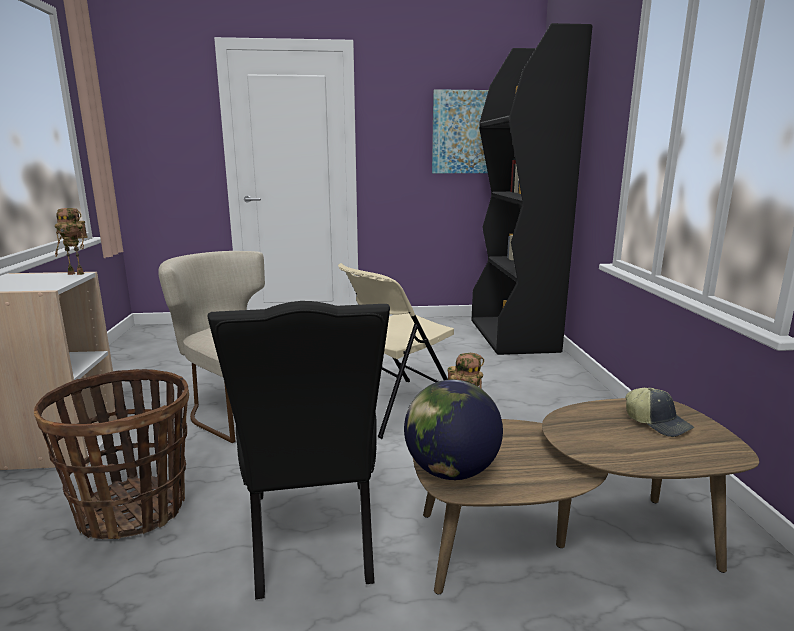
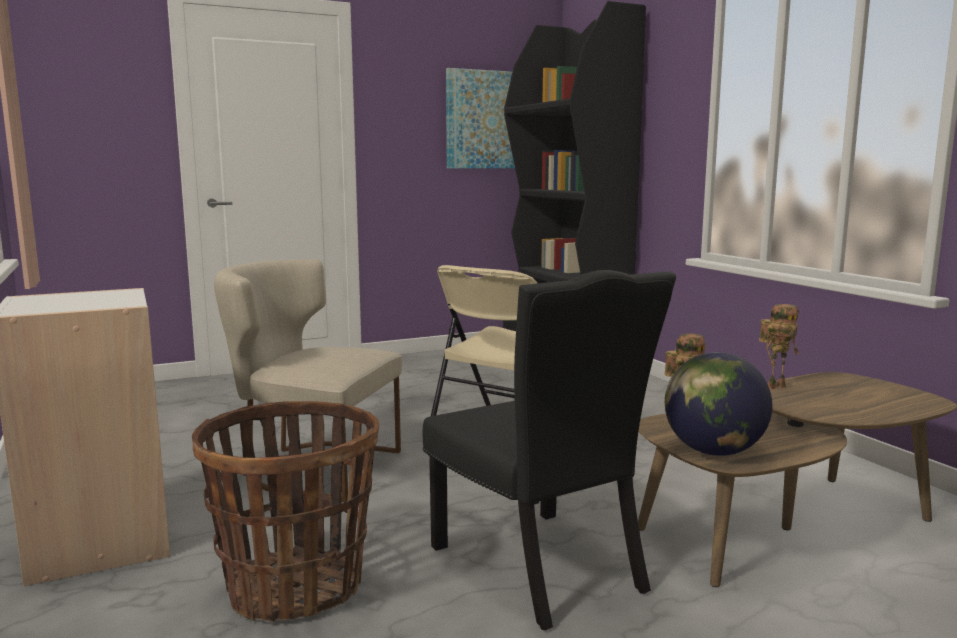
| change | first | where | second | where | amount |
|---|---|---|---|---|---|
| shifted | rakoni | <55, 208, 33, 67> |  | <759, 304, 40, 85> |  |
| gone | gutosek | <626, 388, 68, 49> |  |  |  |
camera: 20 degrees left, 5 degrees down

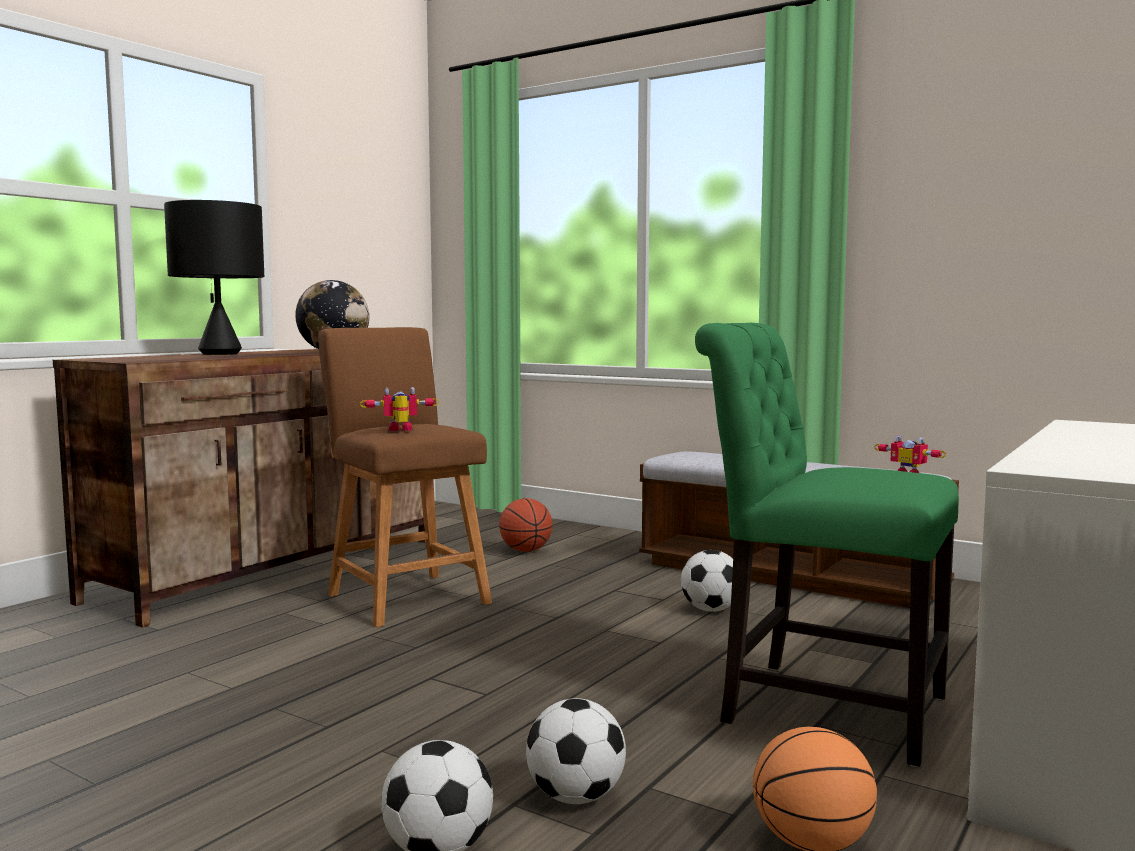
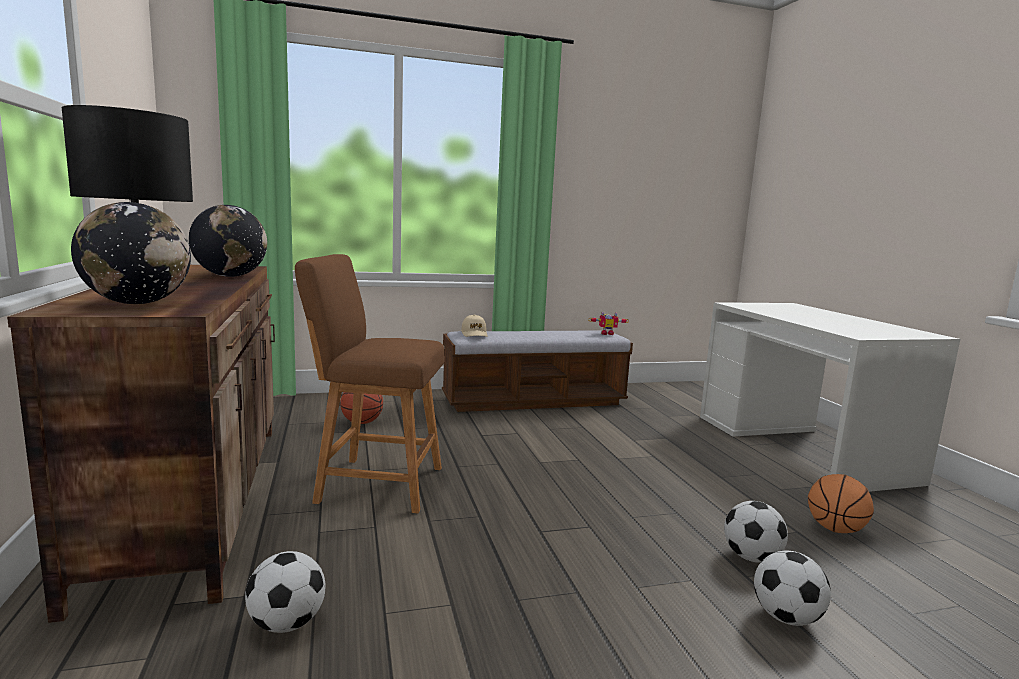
| change | first | where | second | where | amount |
|---|---|---|---|---|---|
| gone | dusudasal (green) | <695, 323, 264, 444> |  |  |  |
| gone | rakoni | <360, 387, 79, 44> |  |  |  |
| shifted | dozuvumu | <681, 550, 52, 62> |  | <245, 551, 81, 82> |  |
| new |  |  | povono | <71, 202, 120, 102> |  |
| new |  |  | gutosek (beige) | <461, 314, 27, 23> |  |
camera: 50 degrees left, 5 degrees up

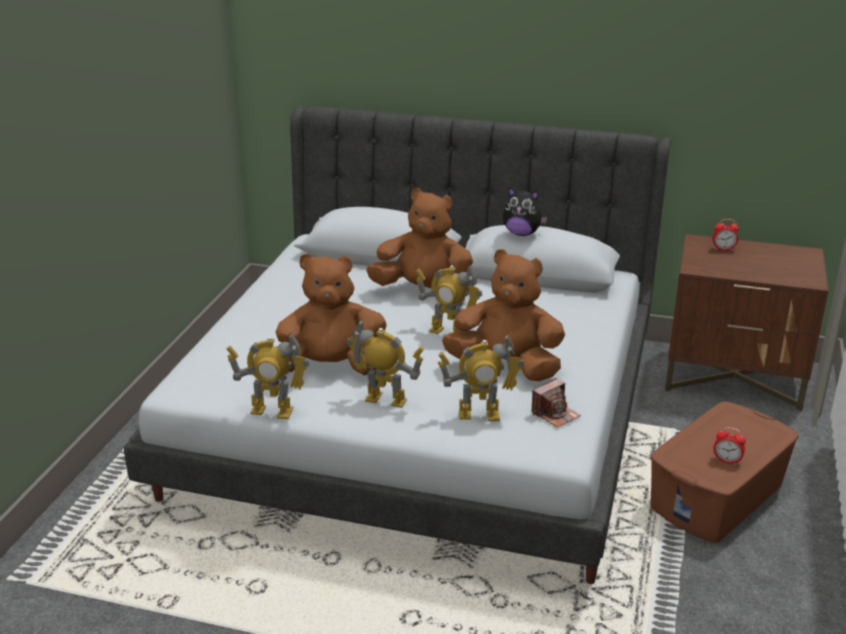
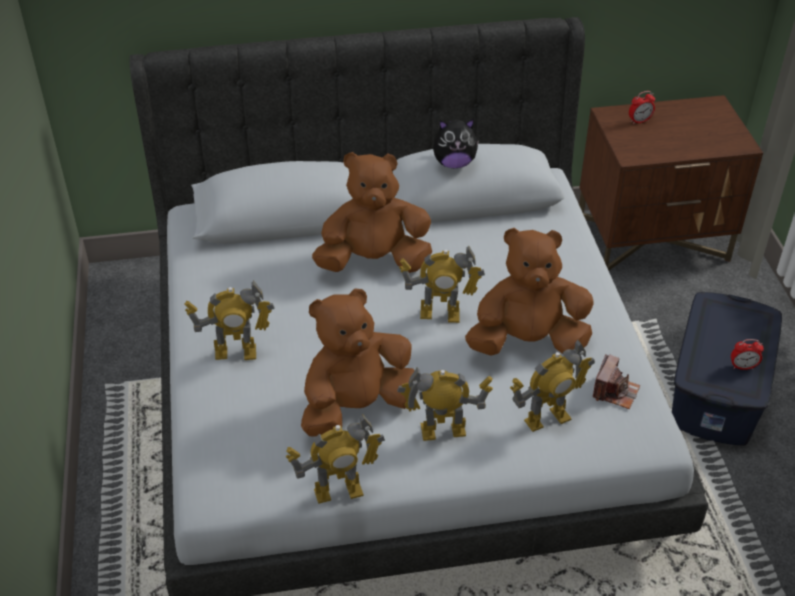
| change | first | where | second | where | amount |
|---|---|---|---|---|---|
| repainted | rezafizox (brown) | <650, 401, 149, 142> | rezafizox (blue) | <672, 292, 110, 153> |  |
| new |  |  | rakoni | <185, 280, 89, 80> |  |
camera: 25 degrees left, 15 degrees up

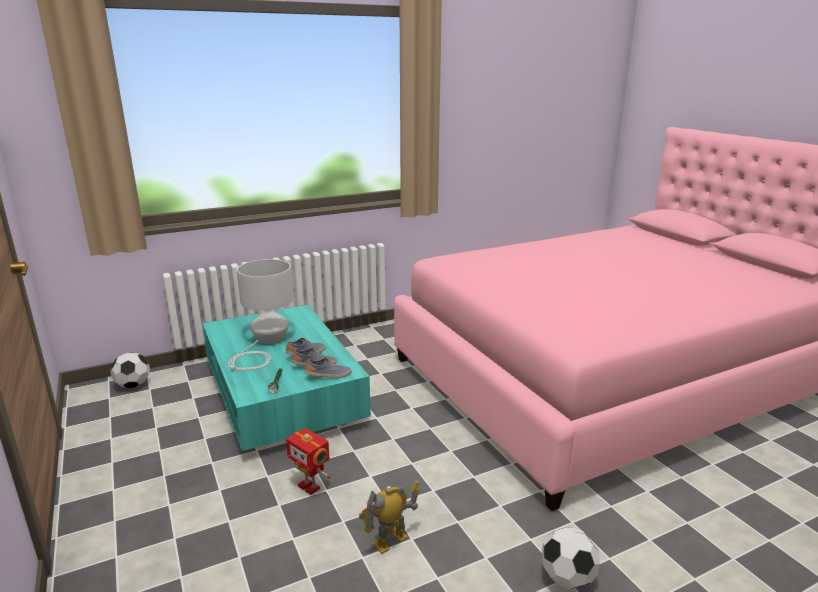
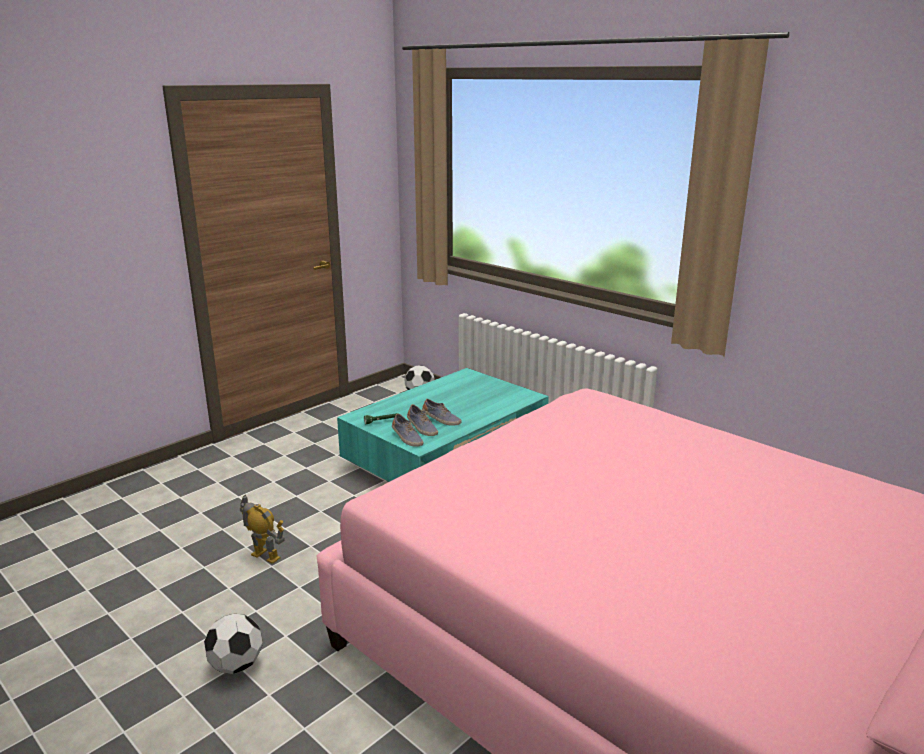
| change | first | where | second | where | amount |
|---|---|---|---|---|---|
| gone | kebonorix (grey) | <228, 259, 65, 111> |  |  |  |
| gone | rakoni | <286, 428, 45, 67> |  |  |  |
camera: 70 degrees right, 0 degrees up

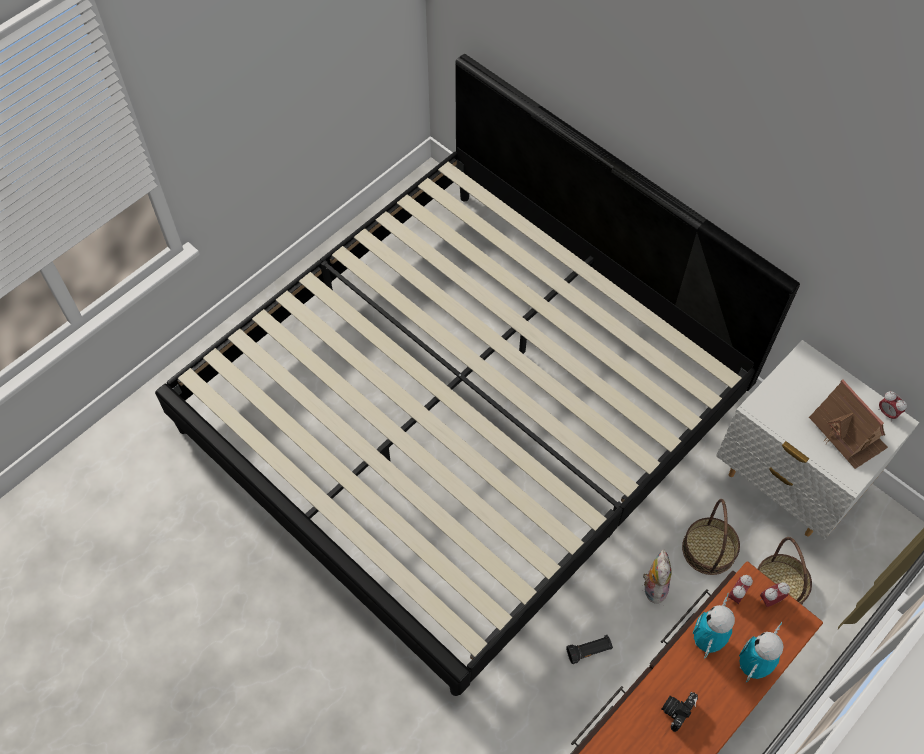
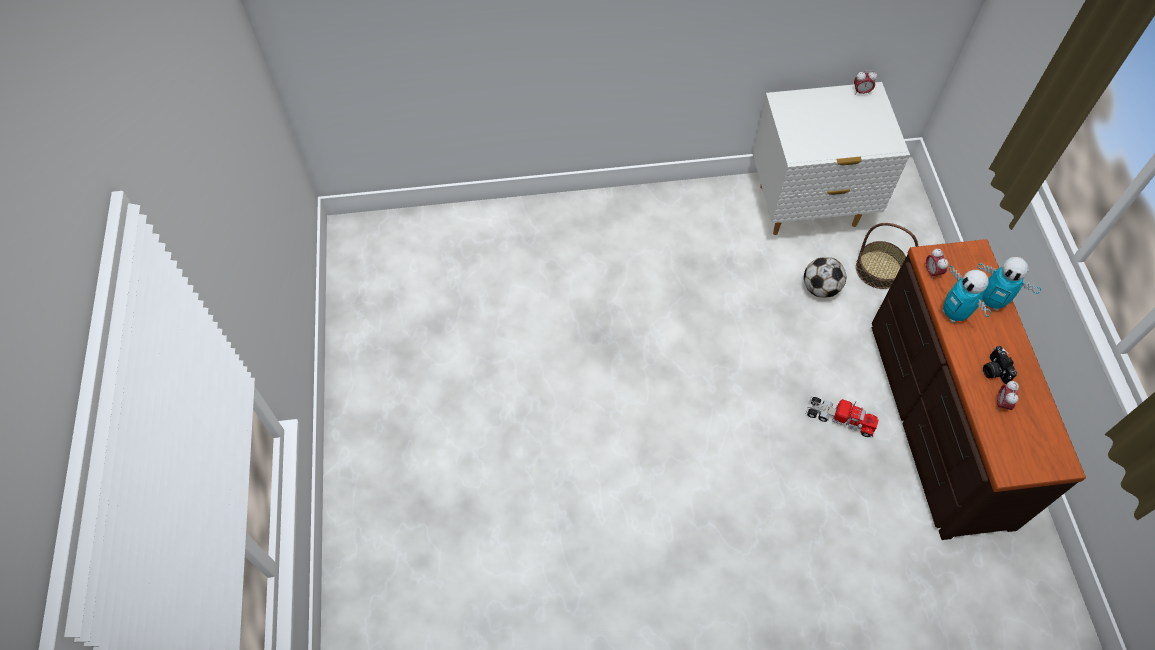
| change | first | where | second | where | amount |
|---|---|---|---|---|---|
| gone | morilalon | <155, 54, 645, 642> |  |  |  |
| gone | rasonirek | <809, 379, 79, 90> |  |  |  |
| swapped | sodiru | <682, 499, 58, 76> | dozuvumu | <804, 257, 42, 41> |  |
| gone | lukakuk | <643, 549, 29, 55> |  |  |  |
| shifted | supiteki | <760, 582, 30, 25> |  | <997, 381, 22, 30> |  |
| rotated | rakoni | <739, 622, 45, 60> |  | <977, 257, 64, 54> | 45 degrees counterclockwise |
| swapped | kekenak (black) | <566, 635, 47, 29> | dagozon | <806, 396, 73, 41> |  |
camera: 50 degrees left, 0 degrees up

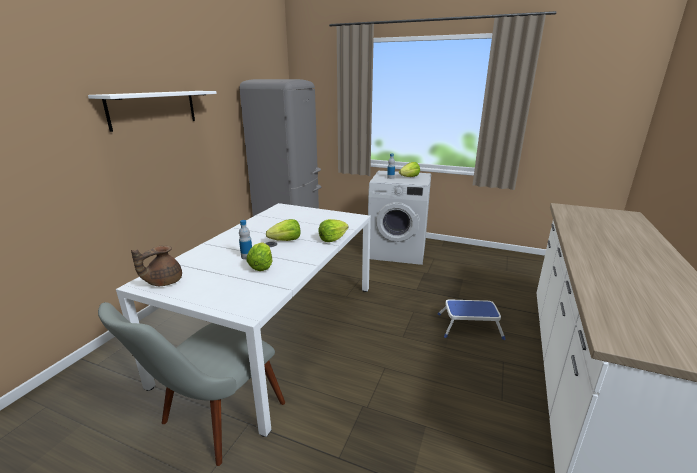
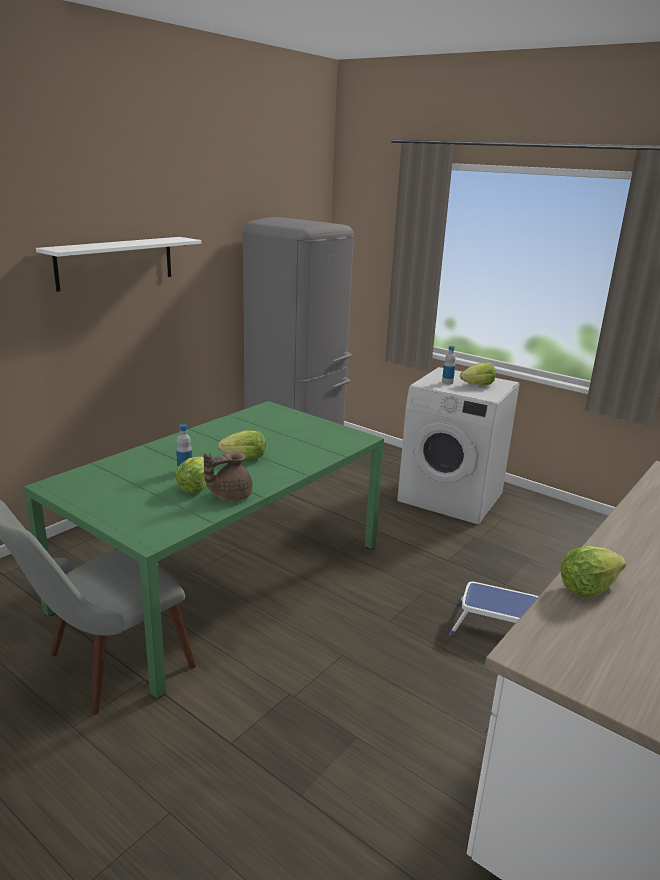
| change | first | where | second | where | amount |
|---|---|---|---|---|---|
| repainted | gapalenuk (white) | <116, 203, 255, 234> | gapalenuk (green) | <24, 401, 360, 298> |  |
| shifted | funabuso | <318, 219, 31, 23> |  | <560, 546, 66, 51> |  |
| shifted | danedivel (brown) | <131, 246, 51, 40> |  | <204, 452, 49, 49> |  |
camera: 15 degrees right, 0 degrees up

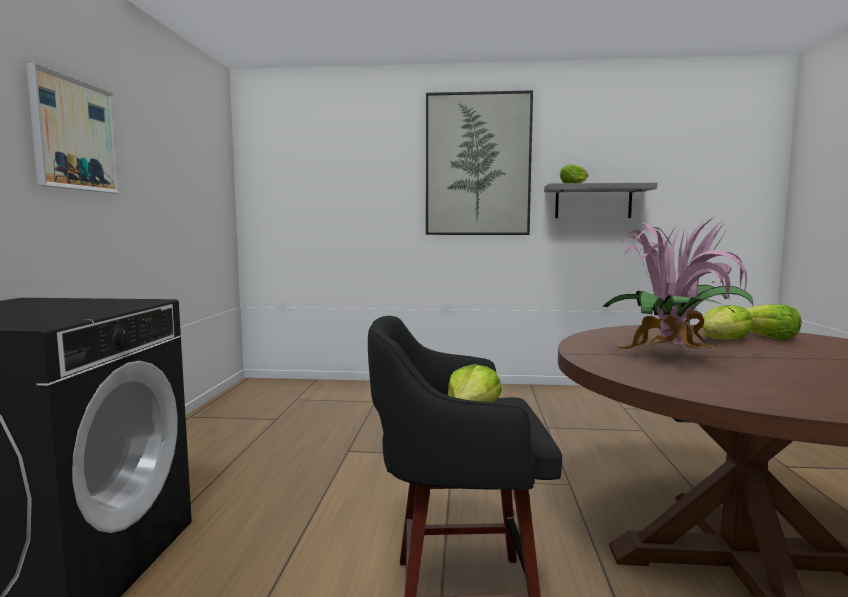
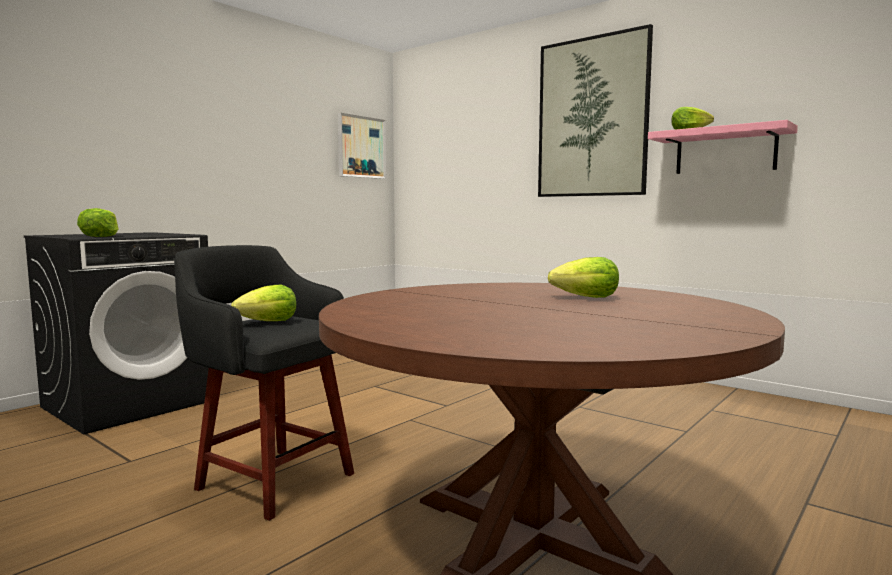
| change | first | where | second | where | amount |
|---|---|---|---|---|---|
| shifted | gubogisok | <26, 63, 95, 130> |  | <338, 113, 48, 66> |  |
| repainted | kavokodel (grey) | <544, 183, 113, 35> | kavokodel (pink) | <648, 120, 150, 54> |  |
| gone | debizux | <603, 217, 150, 136> |  |  |  |
| shifted | funabuso | <746, 304, 56, 36> |  | <77, 208, 41, 29> |  |
camera: 35 degrees right, 0 degrees up

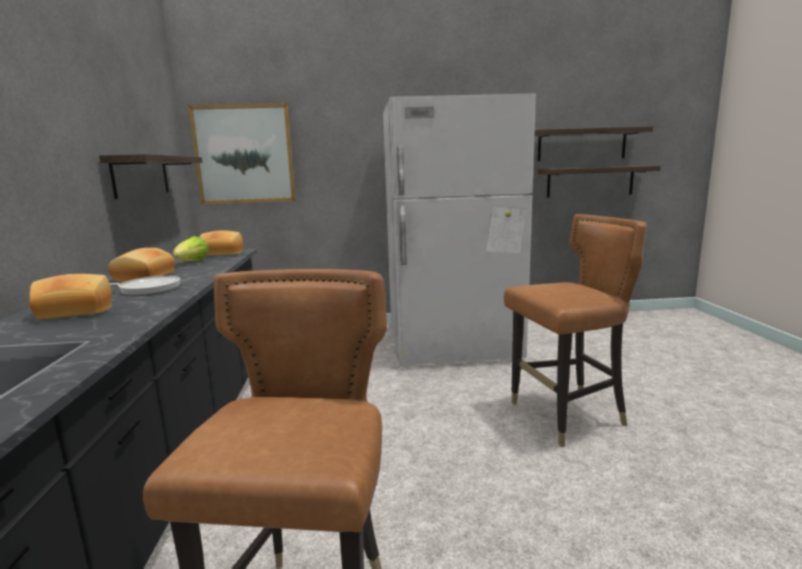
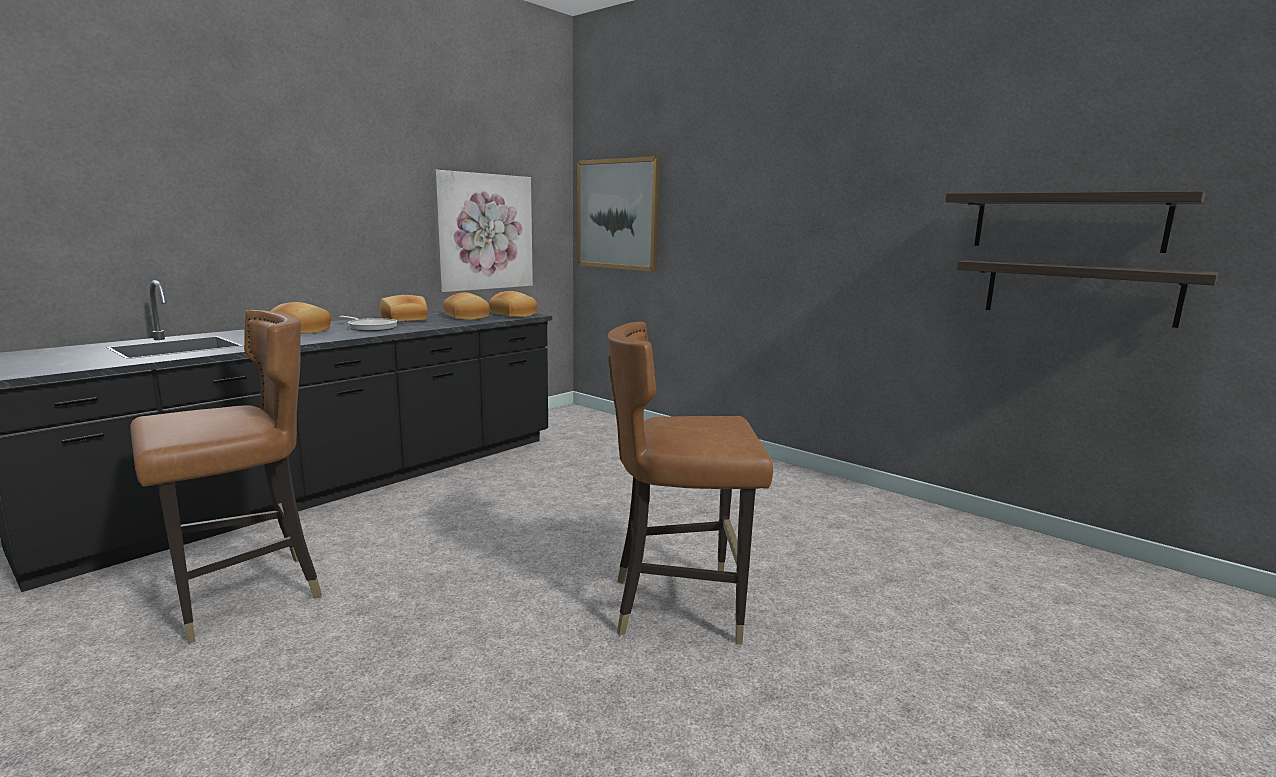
| change | first | where | second | where | amount |
|---|---|---|---|---|---|
| gone | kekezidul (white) | <383, 93, 153, 272> |  |  |  |
| swapped | kavokodel | <99, 154, 104, 45> | gubogisok | <433, 170, 100, 122> |  |
| rotated | dusudasal (brown) | <504, 214, 143, 233> |  | <608, 322, 165, 322> | 150 degrees clockwise |
| swapped | funabuso | <173, 236, 36, 25> | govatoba | <443, 292, 47, 28> |  |
camera: 45 degrees right, 0 degrees up

